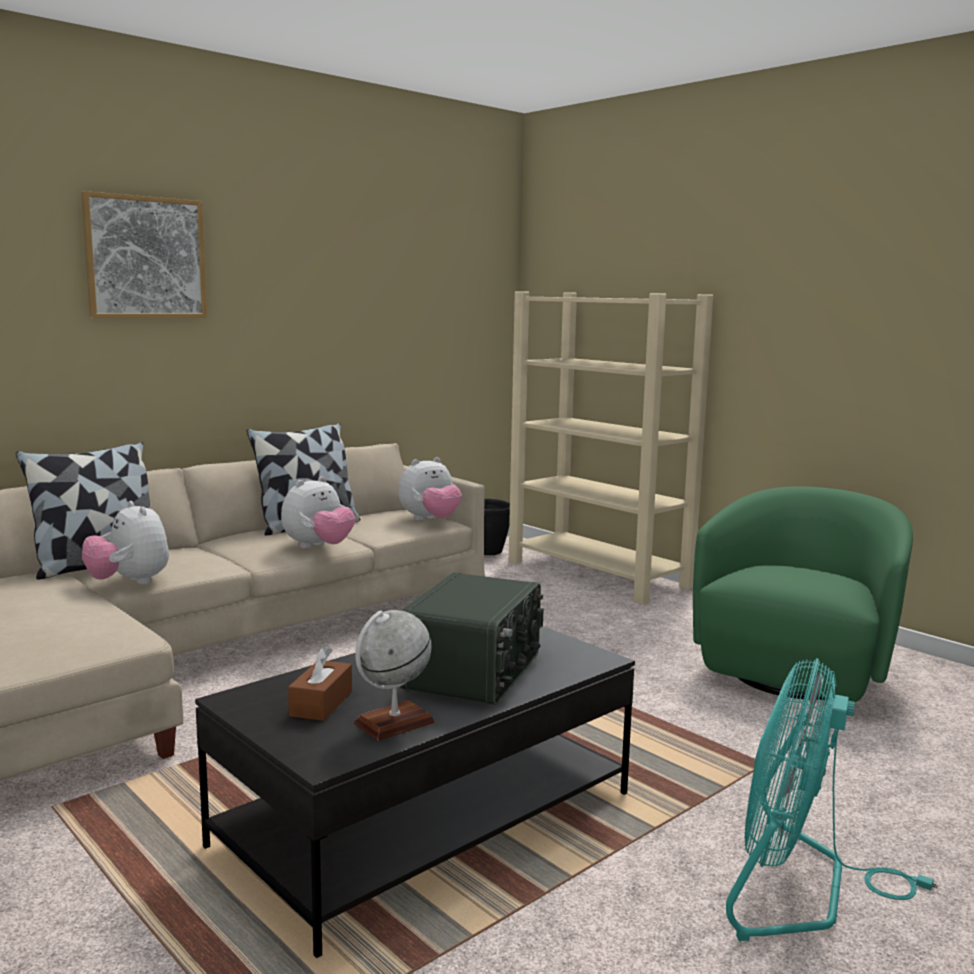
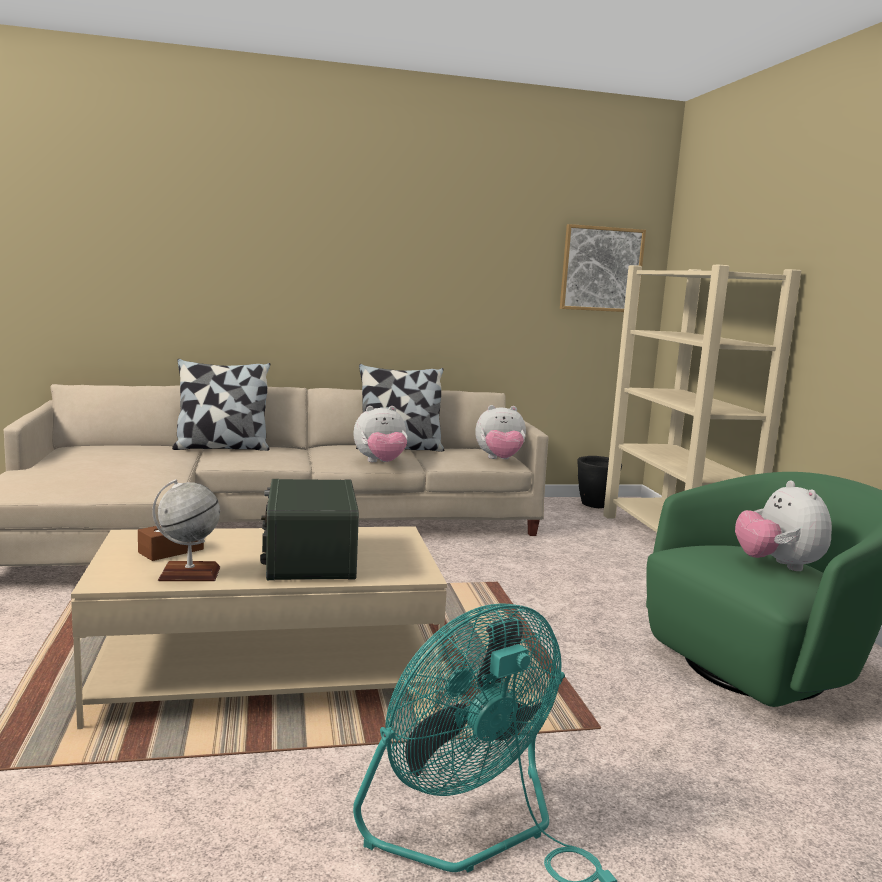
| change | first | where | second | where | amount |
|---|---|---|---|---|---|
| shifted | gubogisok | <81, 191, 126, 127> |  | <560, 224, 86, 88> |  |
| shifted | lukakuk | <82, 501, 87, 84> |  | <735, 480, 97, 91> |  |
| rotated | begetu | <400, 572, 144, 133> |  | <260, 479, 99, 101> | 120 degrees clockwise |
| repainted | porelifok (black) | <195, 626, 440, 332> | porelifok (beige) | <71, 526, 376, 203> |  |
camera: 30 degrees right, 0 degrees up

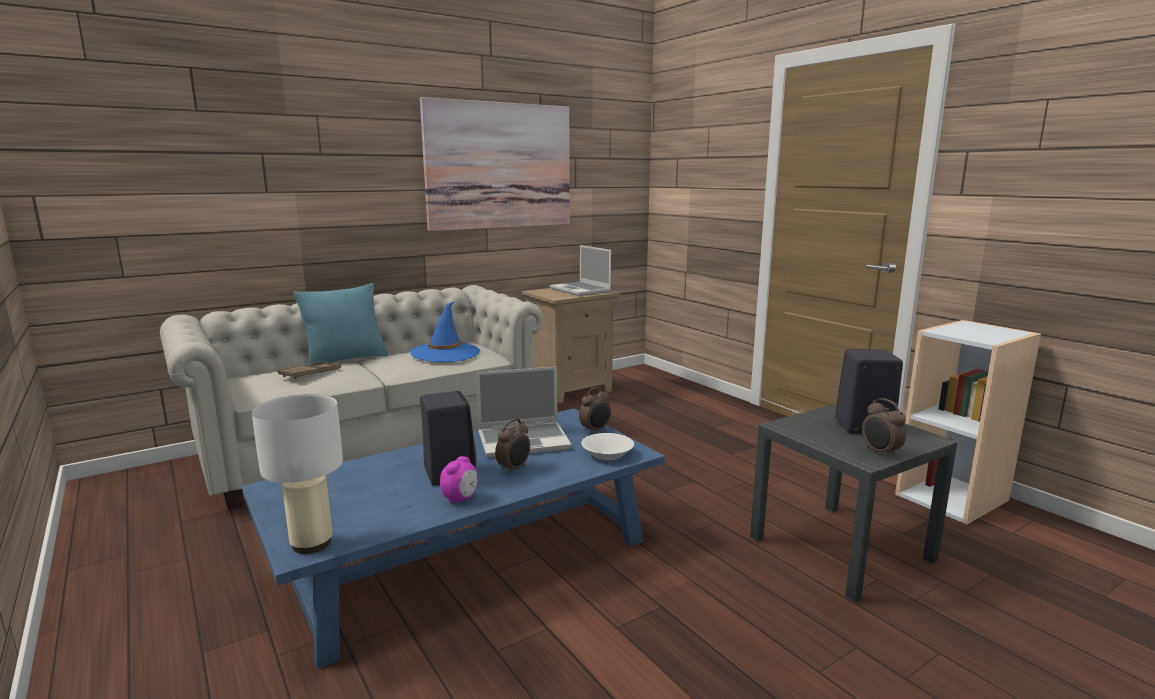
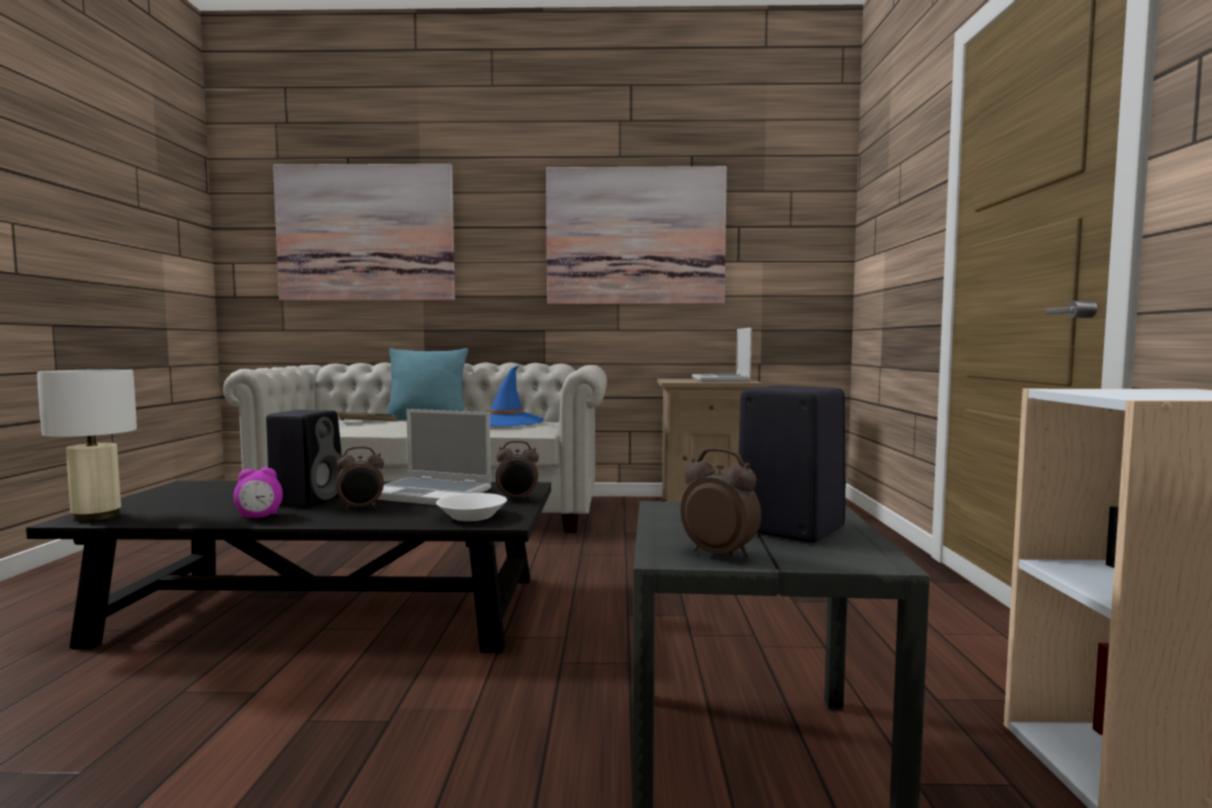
| change | first | where | second | where | amount |
|---|---|---|---|---|---|
| rotated | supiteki | <862, 398, 44, 60> |  | <680, 448, 81, 112> | 120 degrees clockwise |
| repainted | porelifok (blue) | <242, 408, 423, 261> | porelifok (black) | <26, 481, 525, 172> |  |
| new |  |  | gubogisok | <273, 164, 182, 137> |  |
camera: 35 degrees right, 10 degrees down

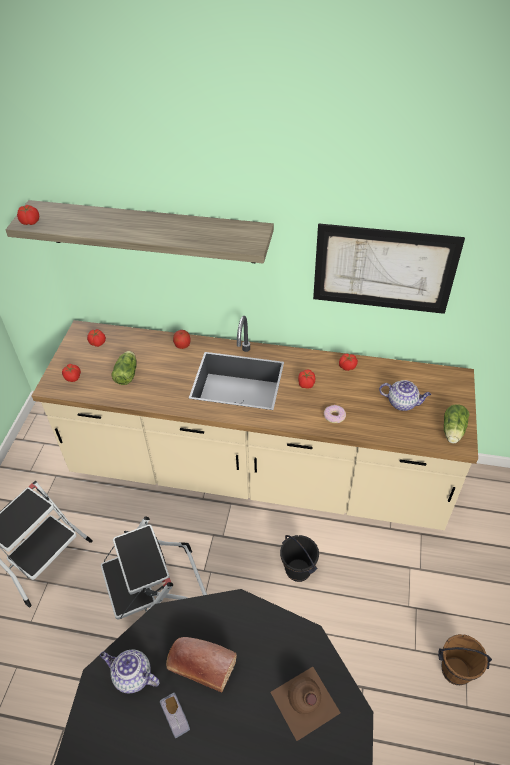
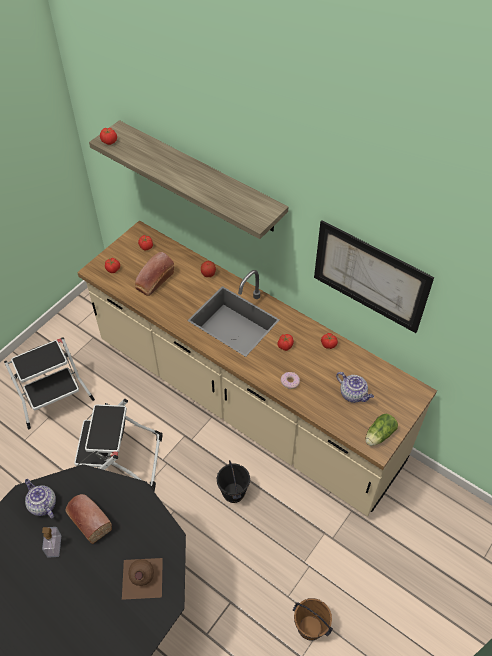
| change | first | where | second | where | amount |
|---|---|---|---|---|---|
| swapped | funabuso | <111, 351, 26, 34> | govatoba | <135, 252, 39, 44> |  |
camera: 25 degrees right, 5 degrees up

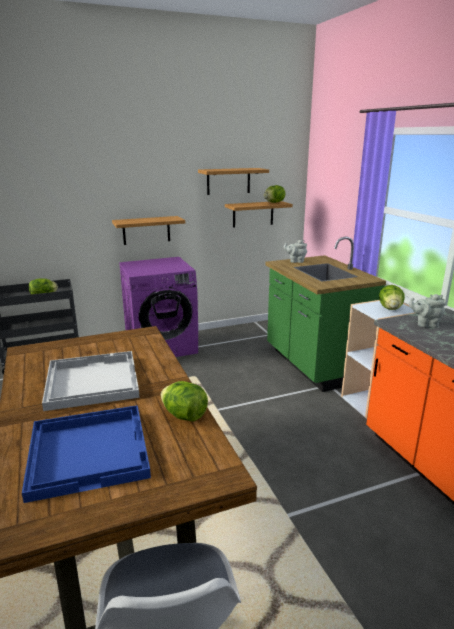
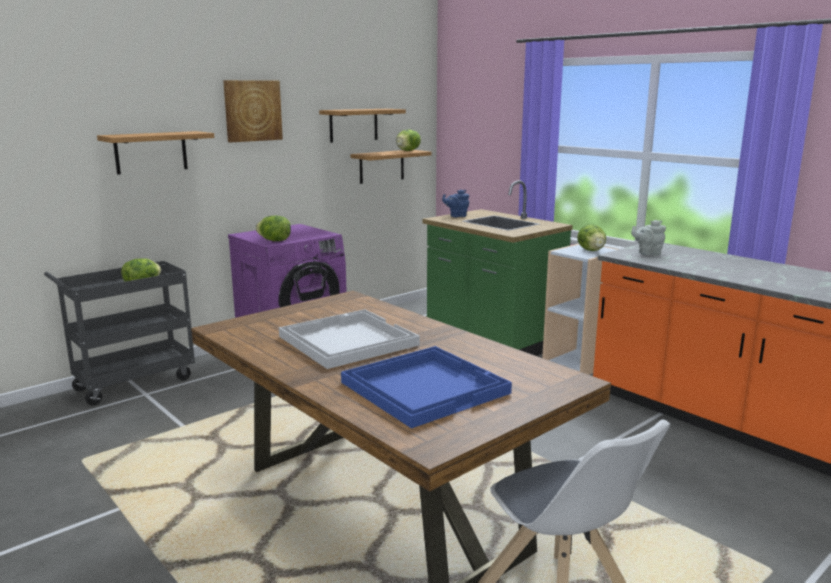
| change | first | where | second | where | amount |
|---|---|---|---|---|---|
| shifted | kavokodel | <112, 216, 73, 29> |  | <97, 131, 117, 44> |  |
| repainted | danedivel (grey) | <283, 240, 24, 23> | danedivel (blue) | <442, 189, 27, 28> |  |
| shifted | funabuso | <161, 381, 47, 41> |  | <256, 216, 35, 25> |  |
| new |  |  | gubogisok | <223, 80, 60, 62> |  |
camera: 20 degrees left, 5 degrees down

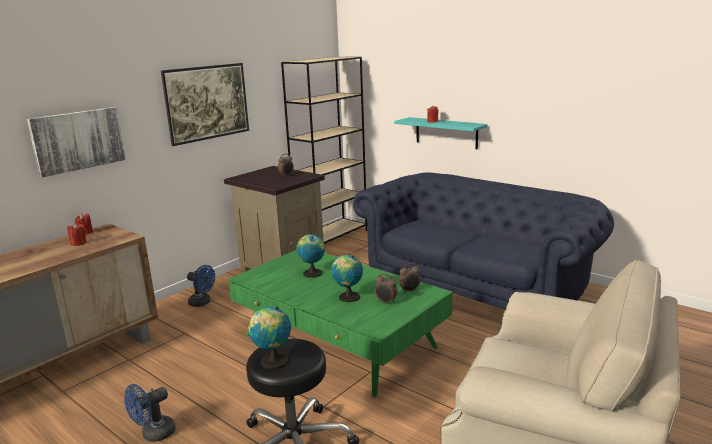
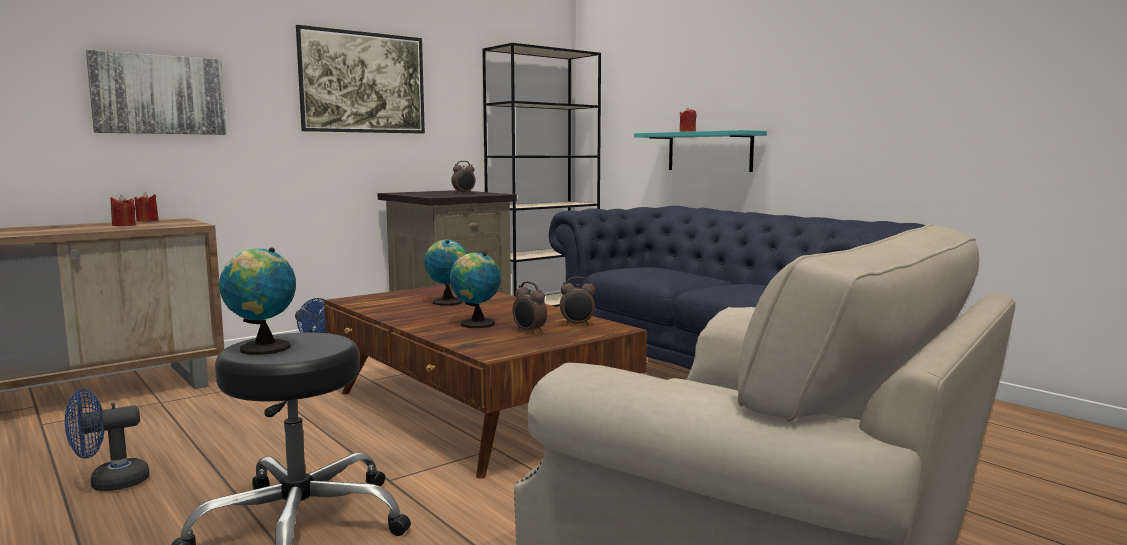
| change | first | where | second | where | amount |
|---|---|---|---|---|---|
| repainted | porelifok (green) | <228, 250, 225, 147> | porelifok (brown) | <324, 284, 323, 195> |  |
camera: 10 degrees right, 10 degrees down

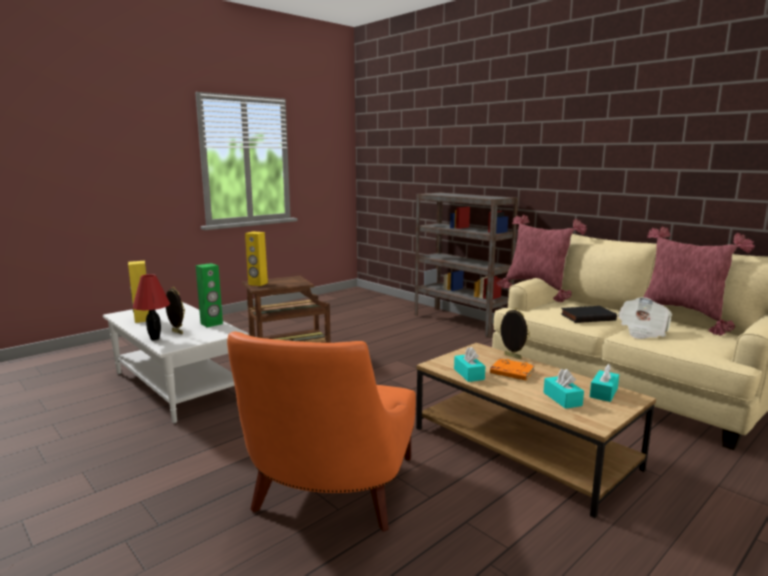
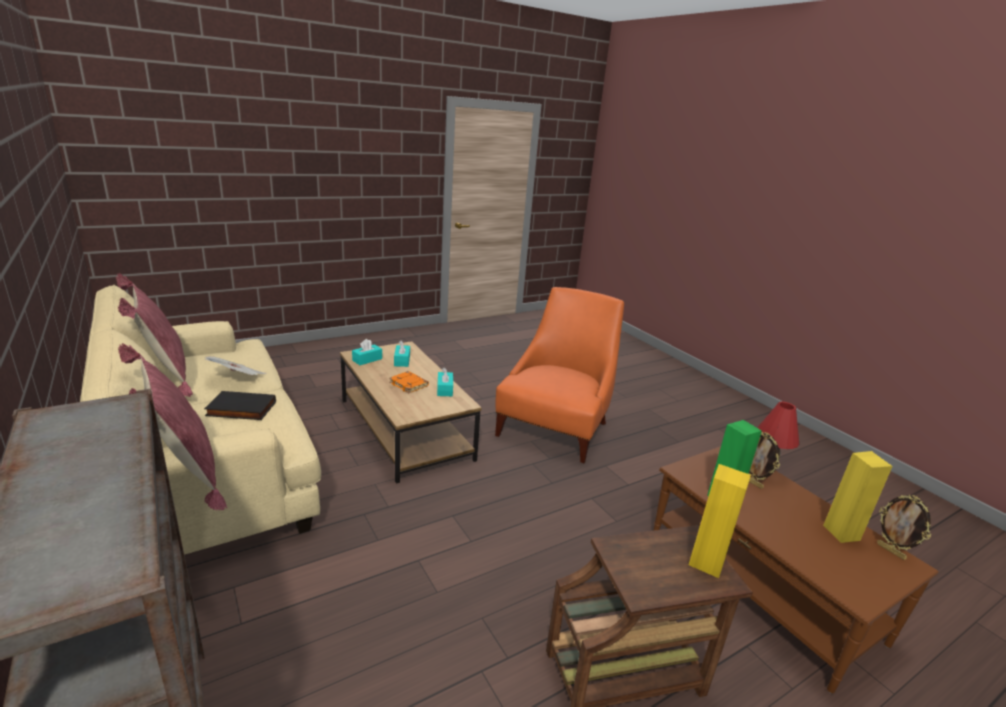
| change | first | where | second | where | amount |
|---|---|---|---|---|---|
| repainted | porelifok (white) | <103, 302, 146, 122> | porelifok (brown) | <653, 446, 286, 248> |  |
| shifted | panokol | <500, 308, 30, 51> |  | <877, 495, 54, 65> |  |
camera: 170 degrees left, 10 degrees up

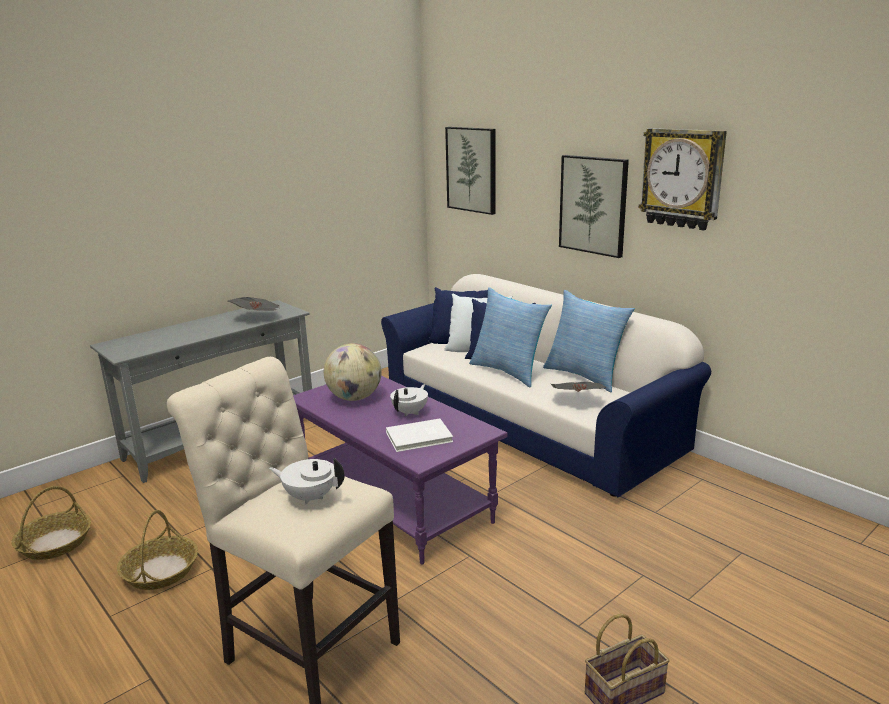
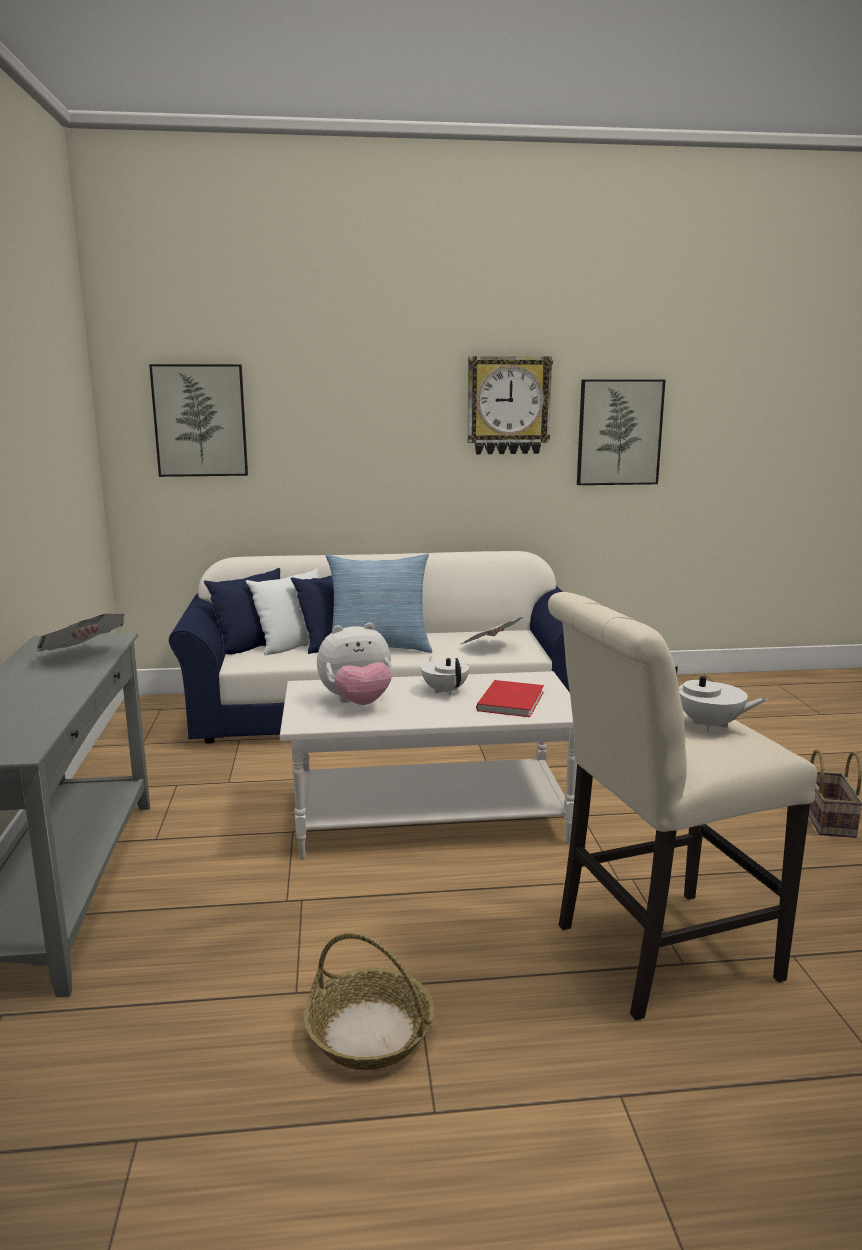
| change | first | where | second | where | amount |
|---|---|---|---|---|---|
| shifted | gubogisok | <559, 155, 70, 103> |  | <577, 380, 88, 105> |  |
| gone | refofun | <543, 290, 92, 103> |  |  |  |
| swapped | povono | <324, 343, 58, 58> | lukakuk | <317, 623, 75, 82> |  |
| repainted | porelifok (purple) | <293, 376, 214, 188> | porelifok (white) | <280, 671, 297, 188> |  |
| repainted | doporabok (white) | <386, 419, 67, 33> | doporabok (red) | <476, 680, 68, 37> |  |
| rotated | danedivel (white) | <269, 458, 76, 47> |  | <675, 666, 93, 66> | 120 degrees counterclockwise |
| gone | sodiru | <11, 486, 80, 74> |  |  |  |
camera: 55 degrees left, 5 degrees down

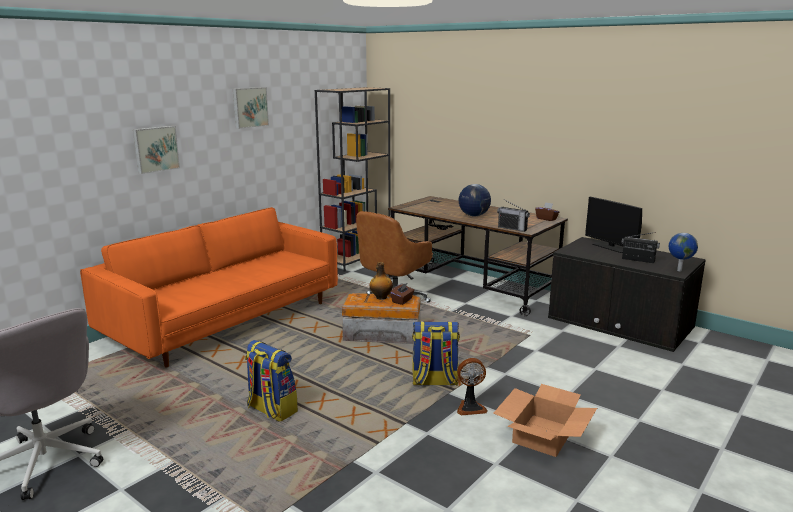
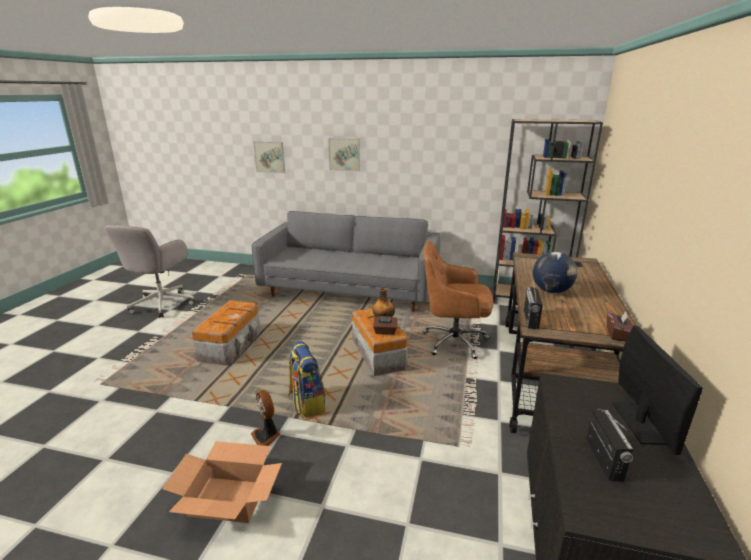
| change | first | where | second | where | amount |
|---|---|---|---|---|---|
| shifted | gubogisok | <233, 87, 36, 42> |  | <253, 141, 32, 32> |  |
| rotated | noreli | <585, 197, 57, 56> |  | <612, 325, 91, 130> | 150 degrees clockwise |
| repainted | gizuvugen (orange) | <80, 207, 258, 160> | gizuvugen (grey) | <252, 211, 188, 101> |  |
| gone | povono | <669, 233, 29, 38> |  |  |  |
| swapped | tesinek | <245, 340, 53, 82> | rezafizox | <192, 300, 69, 66> |  |
camera: 65 degrees right, 5 degrees up

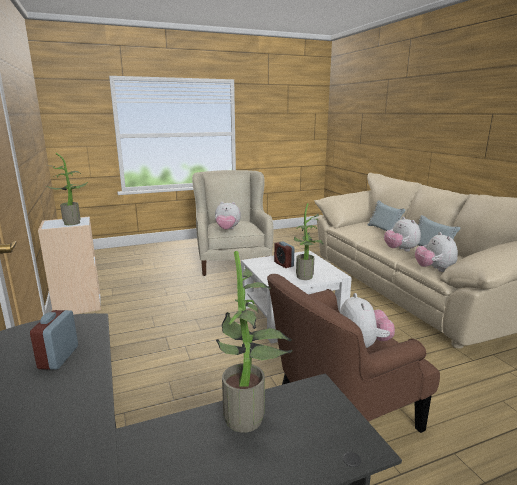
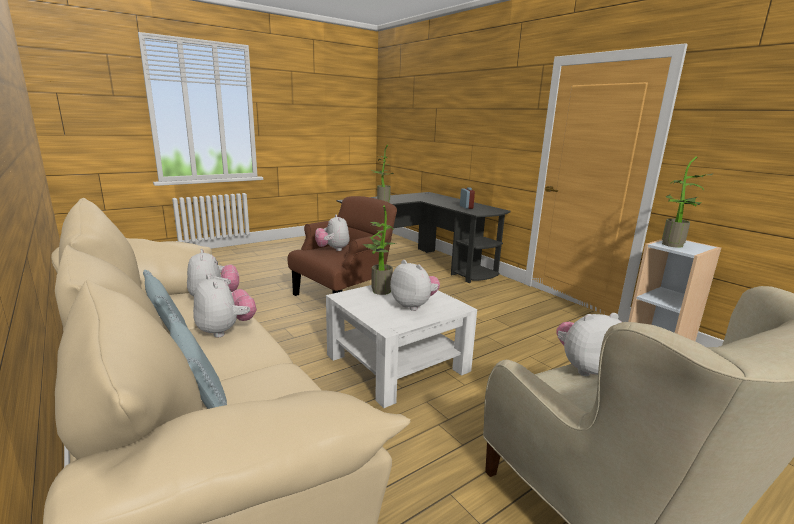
| change | first | where | second | where | amount |
|---|---|---|---|---|---|
| swapped | supiteki | <274, 241, 21, 27> | lukakuk | <390, 260, 50, 51> |  |
camera: 165 degrees right, 0 degrees up

